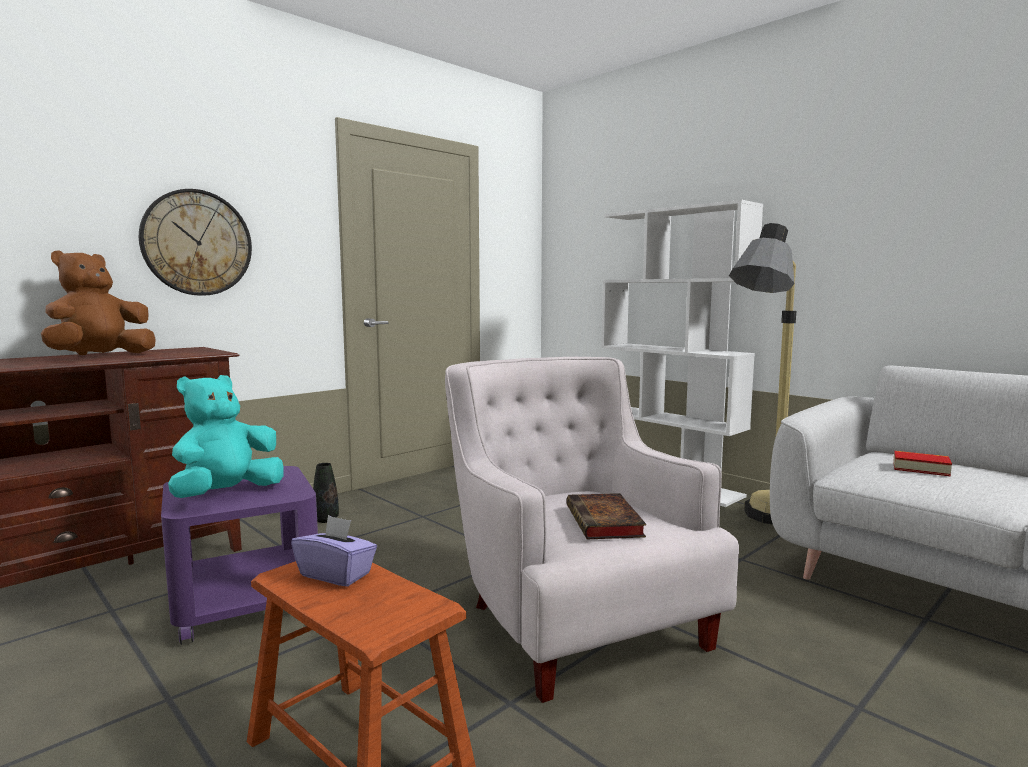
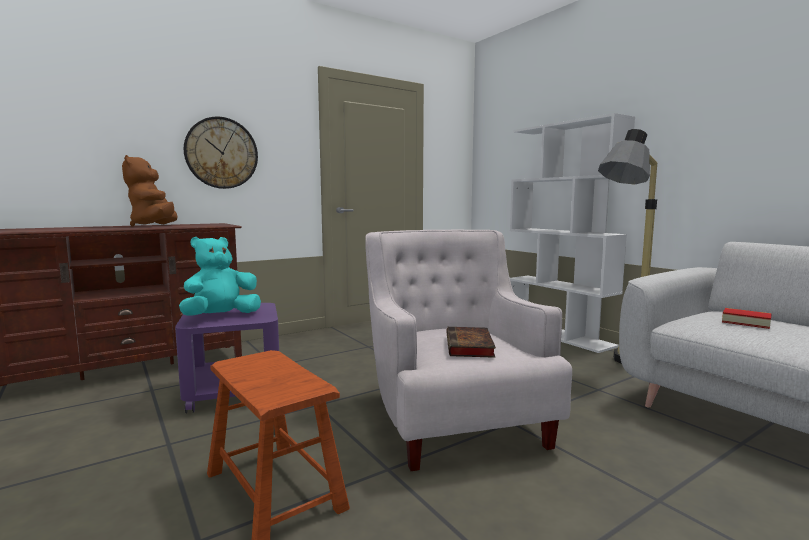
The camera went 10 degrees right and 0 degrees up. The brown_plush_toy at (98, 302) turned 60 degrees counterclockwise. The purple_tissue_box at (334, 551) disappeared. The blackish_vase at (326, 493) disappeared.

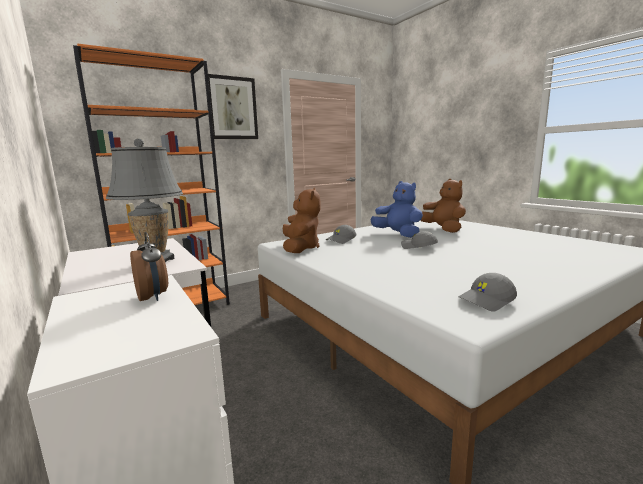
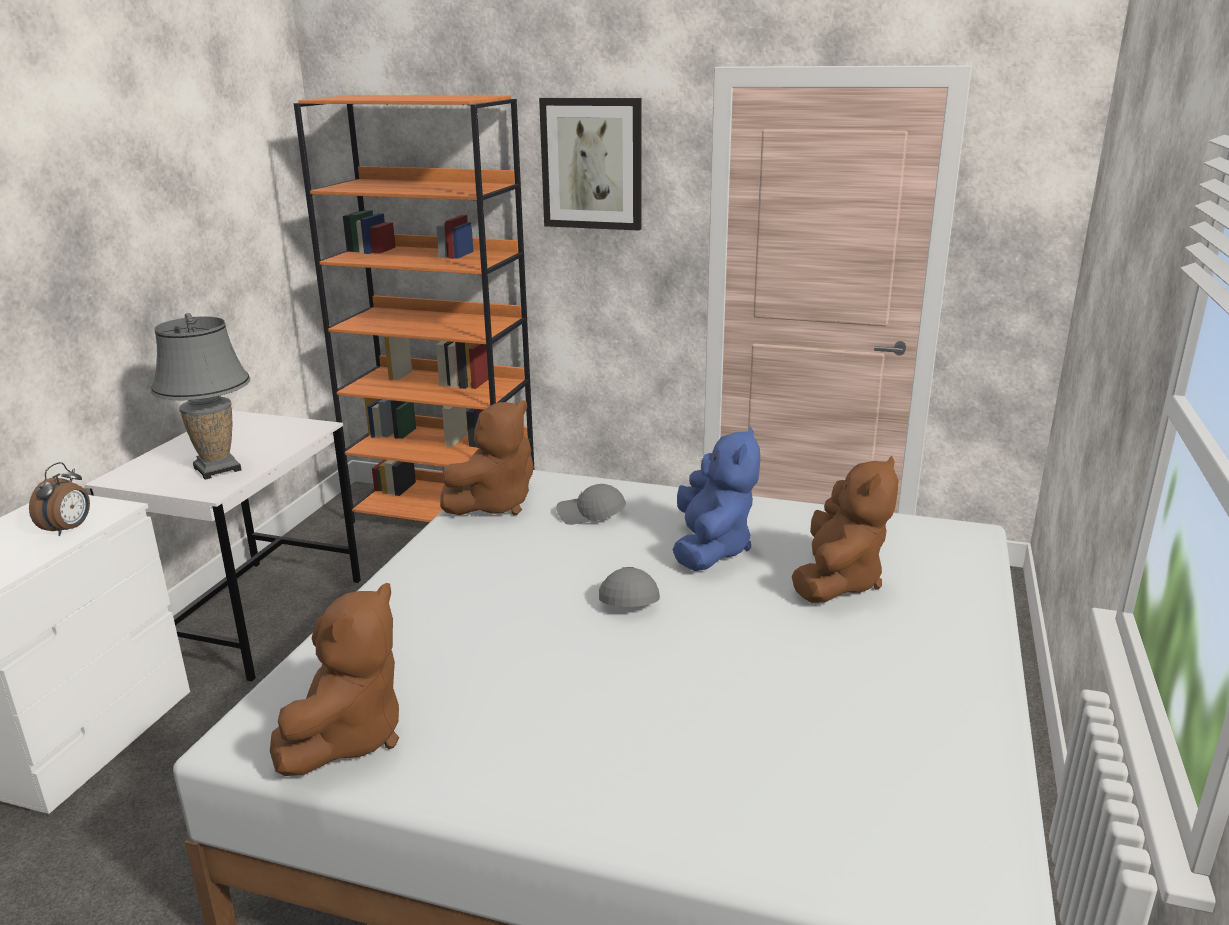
The camera went 50 degrees right and 10 degrees up. The greyish_cap at (487, 292) was replaced by the brown_plush_toy at (334, 679).

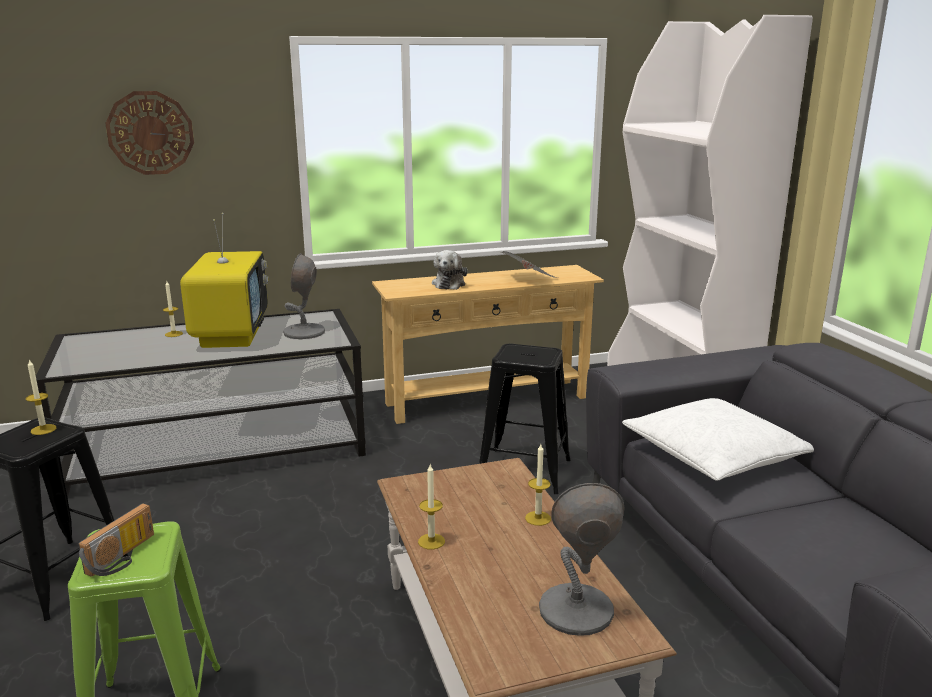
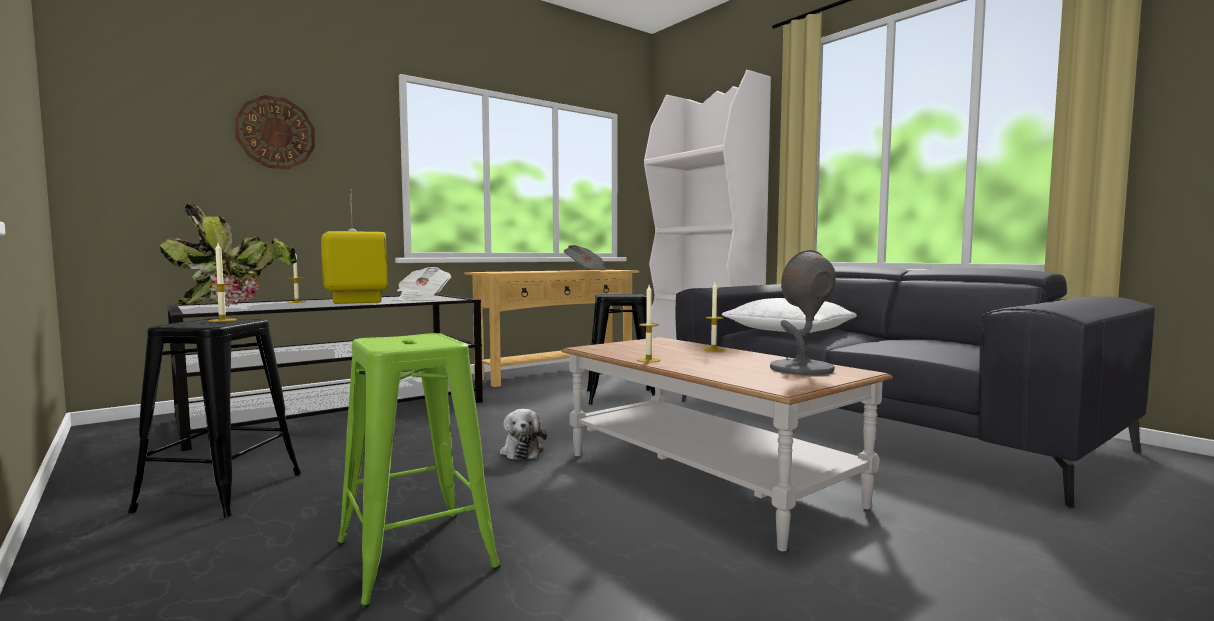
The camera went 20 degrees left and 15 degrees down. The radio_receiver at (116, 540) disappeared. The greyish_tabletop_lamp at (304, 296) was replaced by the newspaper at (424, 284). The plush_toy moved from (449, 270) to (523, 434). The plant_in_a_pot at (228, 255) appeared.

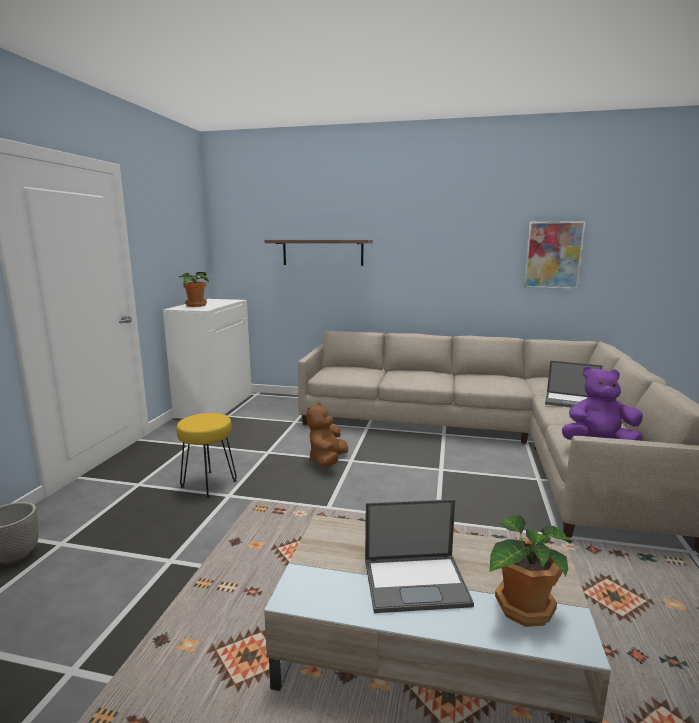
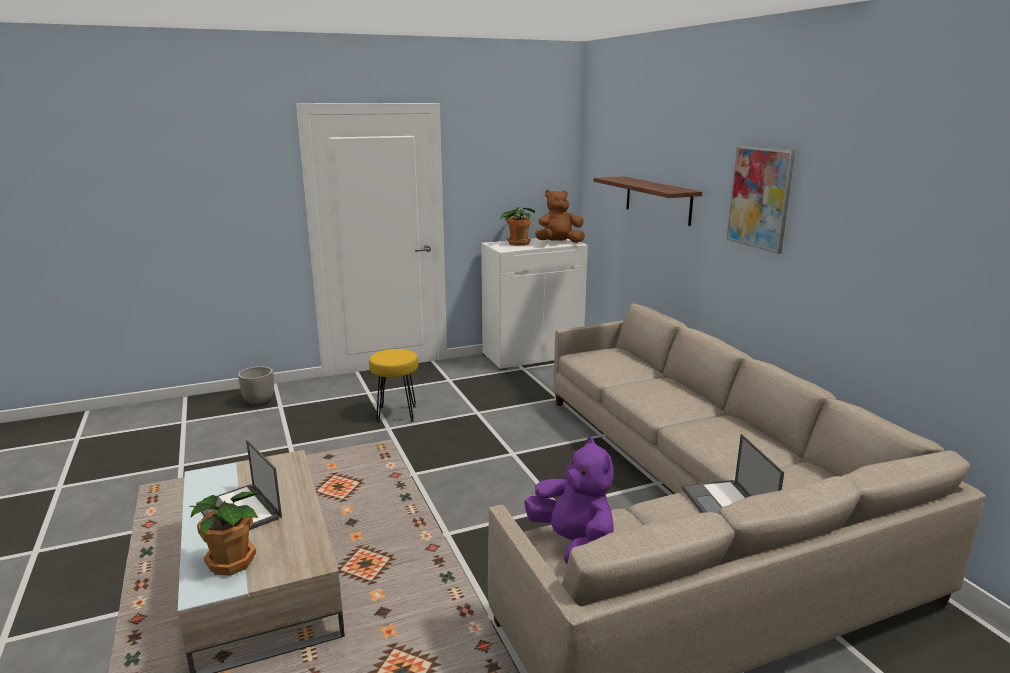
The camera went 55 degrees right and 5 degrees up. The brown_plush_toy moved from (327, 434) to (560, 216). The wall_picture moved from (554, 255) to (760, 199).

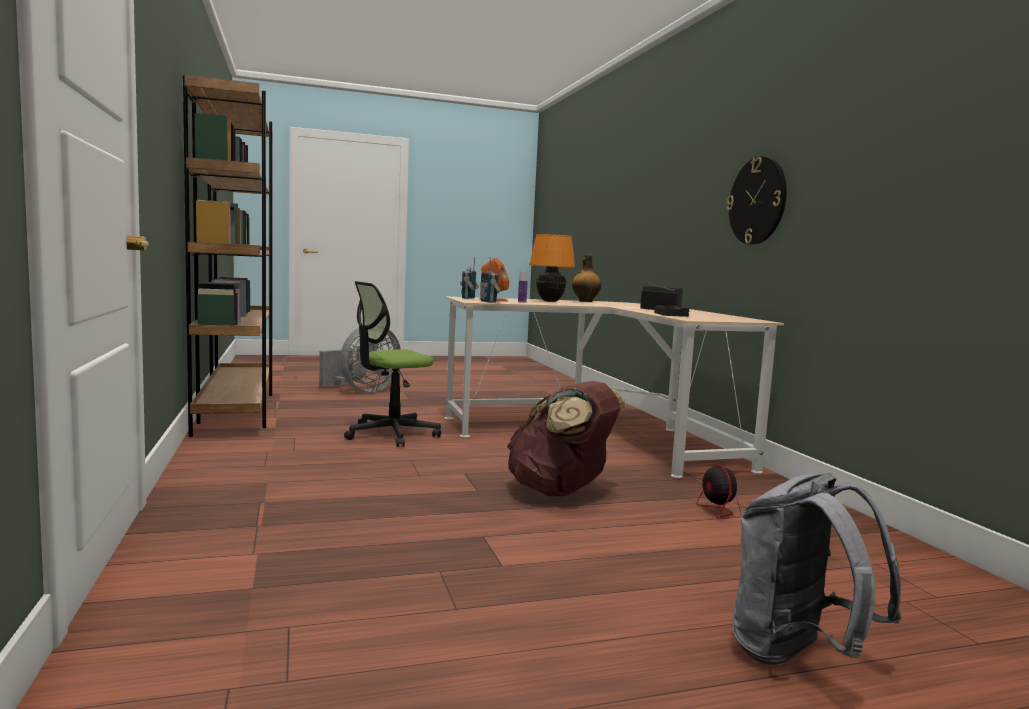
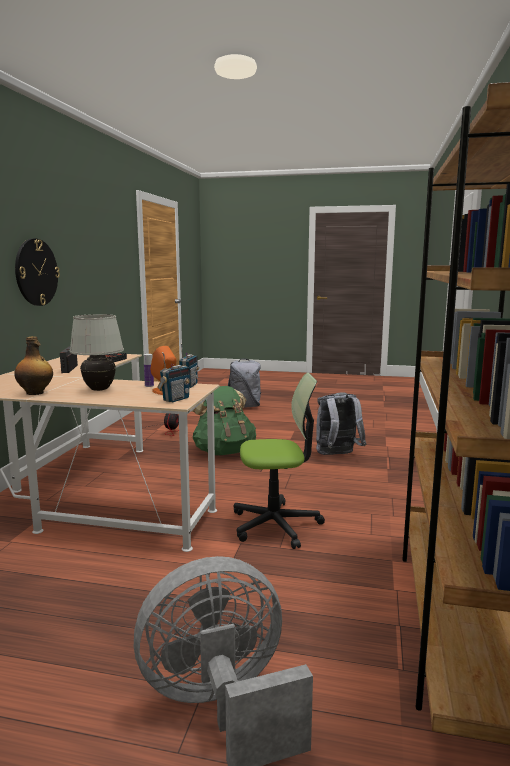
The camera went 150 degrees left and 5 degrees up. The brown_rucksack at (566, 438) became the greenish_rucksack at (224, 420). The orangey_tabletop_lamp at (552, 268) became the white-coloured_tabletop_lamp at (96, 352). The greyish_rucksack at (341, 423) appeared.

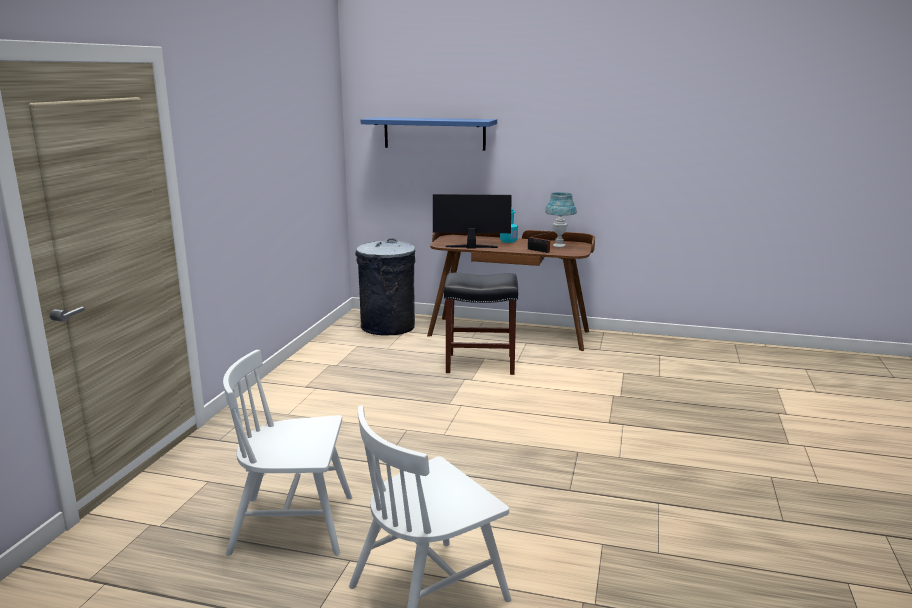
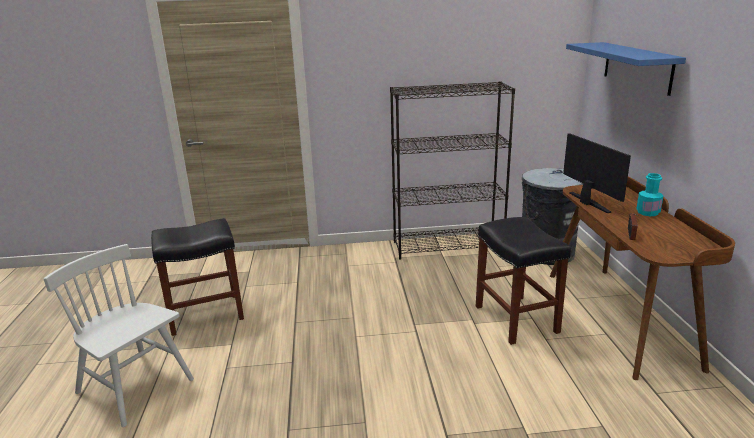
The camera went 70 degrees right and 5 degrees up. The white-coloured_plain_chair at (287, 453) was replaced by the blackish_stool_seat at (197, 277). The blue-coloured_tabletop_lamp at (561, 219) disappeared. The blackish_shelving_unit at (452, 170) appeared.

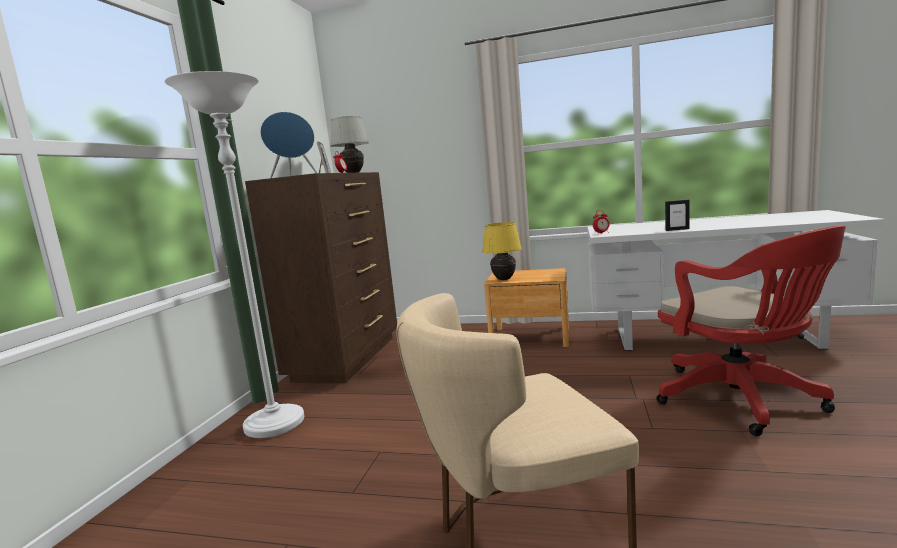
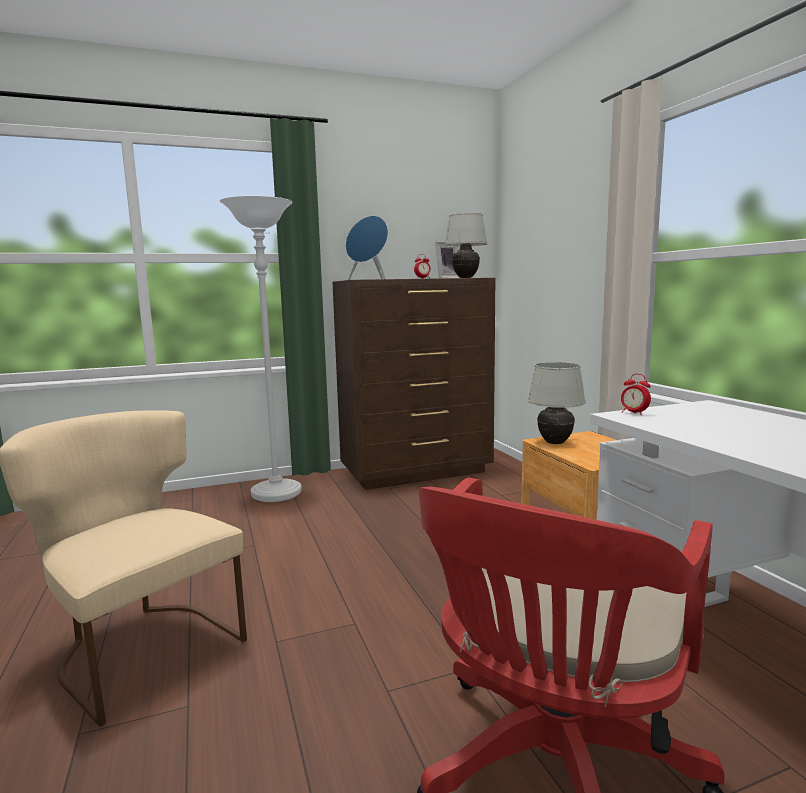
The camera went 55 degrees right and 0 degrees up. The yellowish_tabletop_lamp at (502, 251) became the white-coloured_tabletop_lamp at (557, 403). The picture_frame at (677, 215) disappeared.

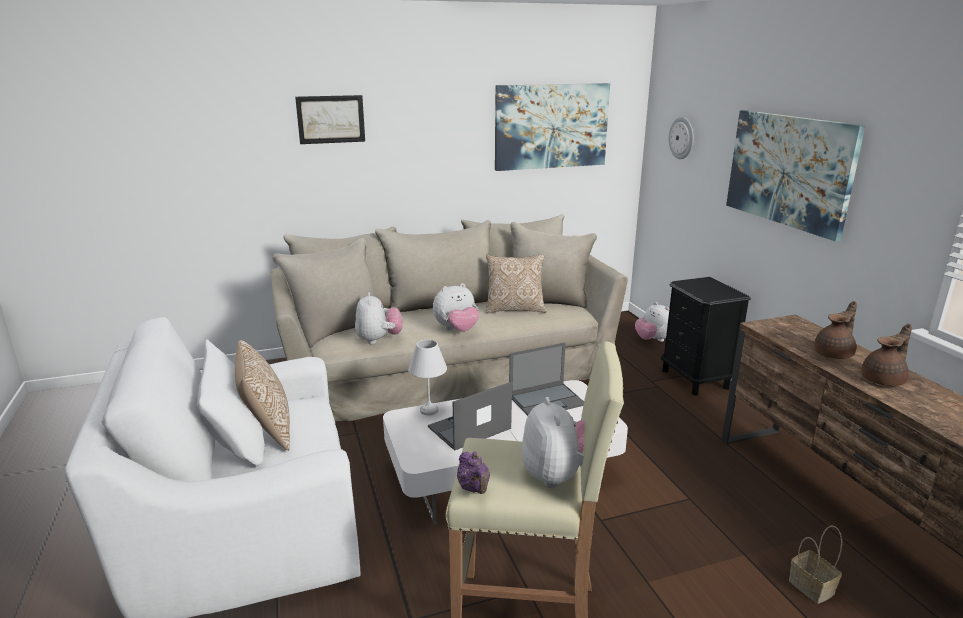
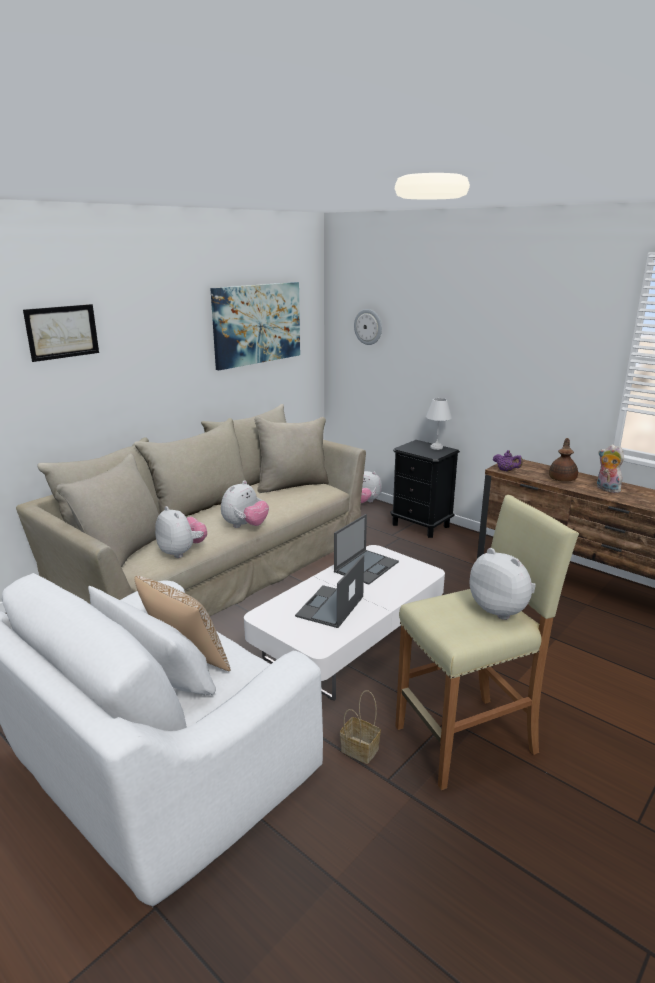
The camera went 30 degrees left and 0 degrees up. The white-coloured_tabletop_lamp moved from (427, 377) to (439, 424). The purple_teapot moved from (473, 473) to (508, 461). The throw_pillow at (516, 284) disappeared. The wall_picture at (795, 176) disappeared. The storage_basket moved from (815, 564) to (360, 727). The brown_teapot at (886, 355) was replaced by the plush_toy at (610, 468).

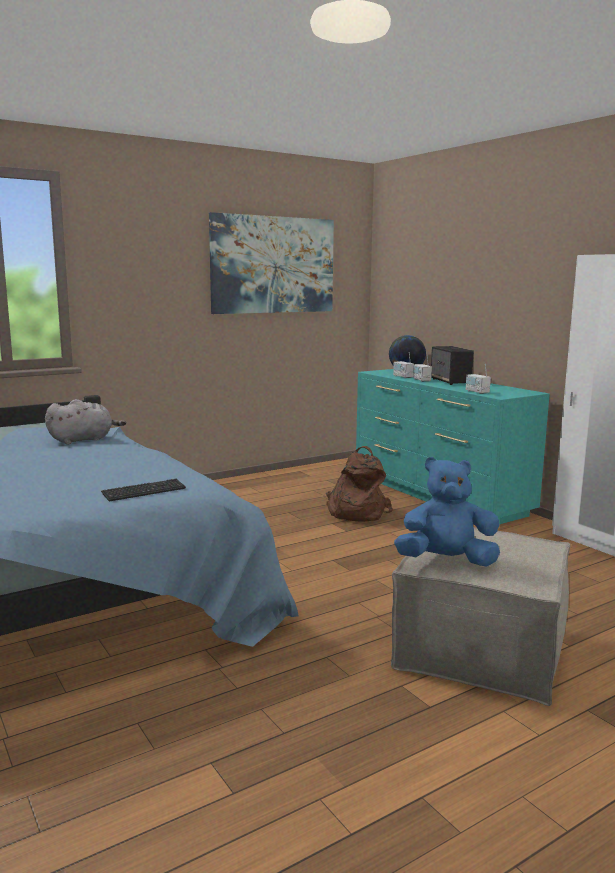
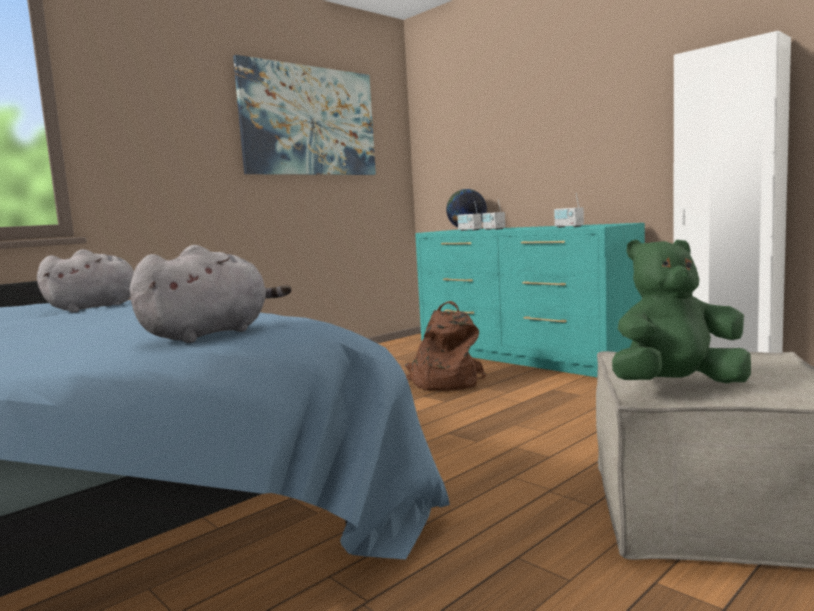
The camera went 10 degrees left and 5 degrees down. The PC_keyboard at (143, 489) was replaced by the greyish_plush_toy at (210, 294). The blue-coloured_plush_toy at (447, 511) became the greenish_plush_toy at (681, 311). The loudspeaker at (452, 365) disappeared.

